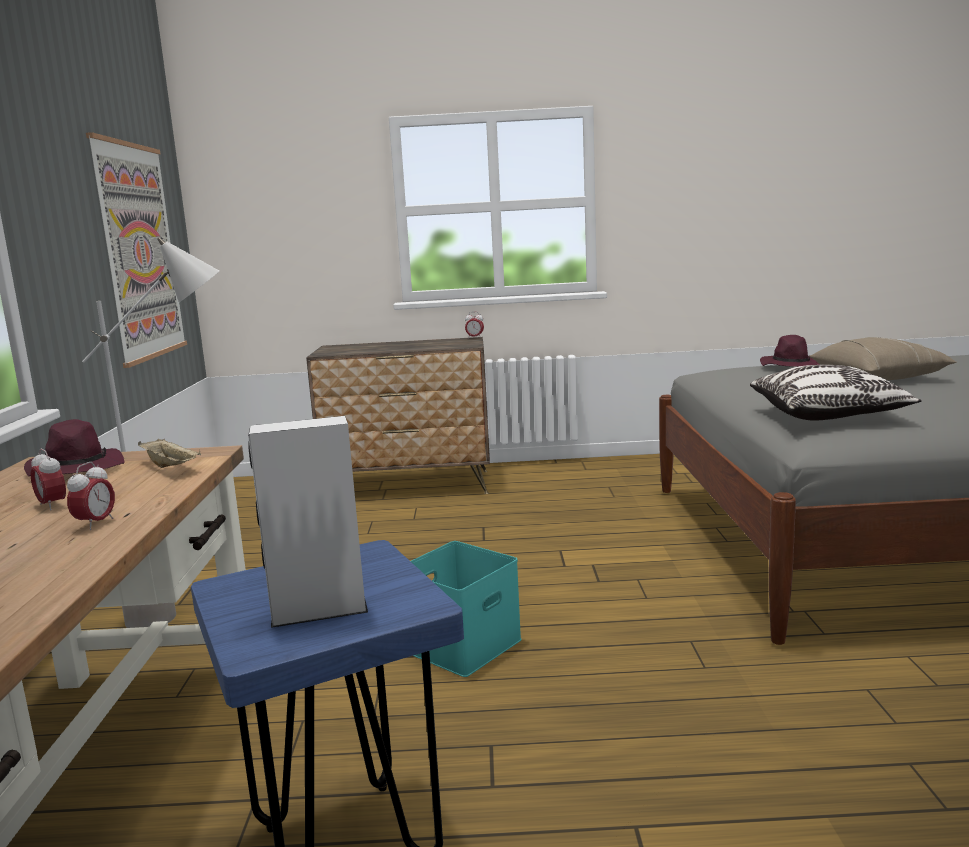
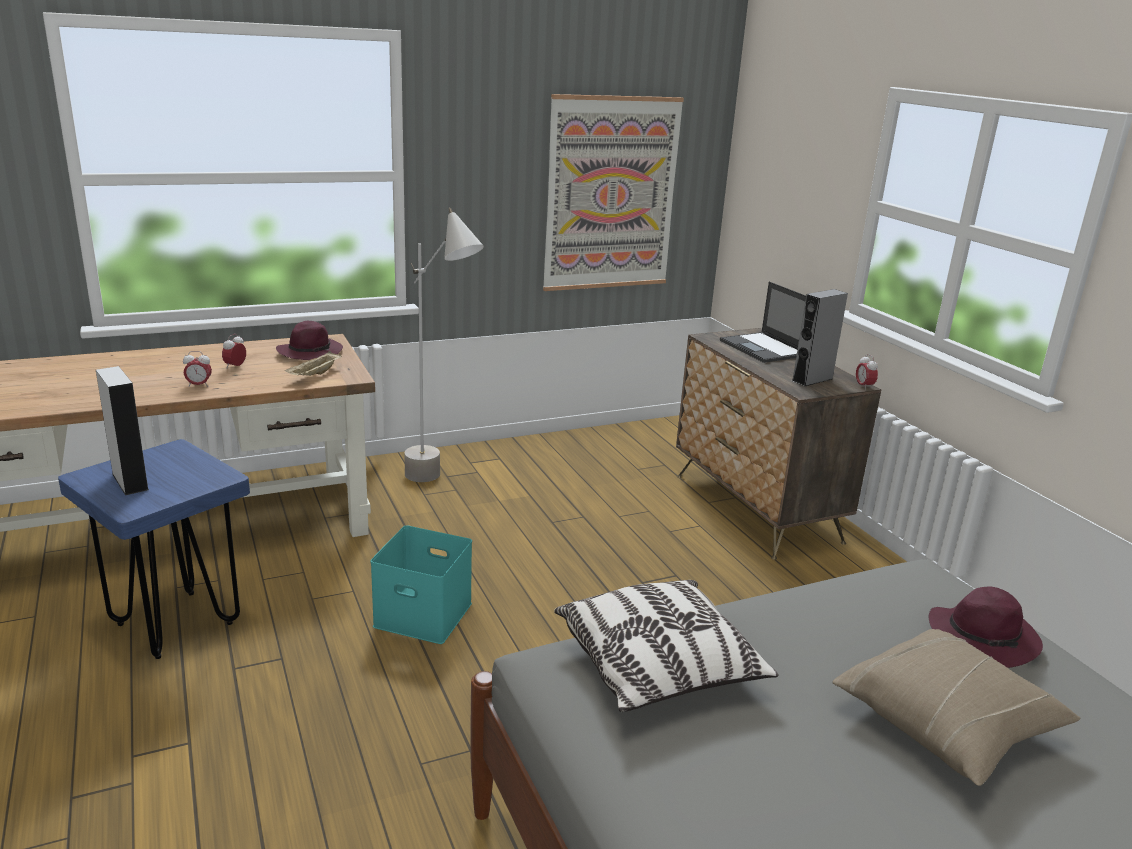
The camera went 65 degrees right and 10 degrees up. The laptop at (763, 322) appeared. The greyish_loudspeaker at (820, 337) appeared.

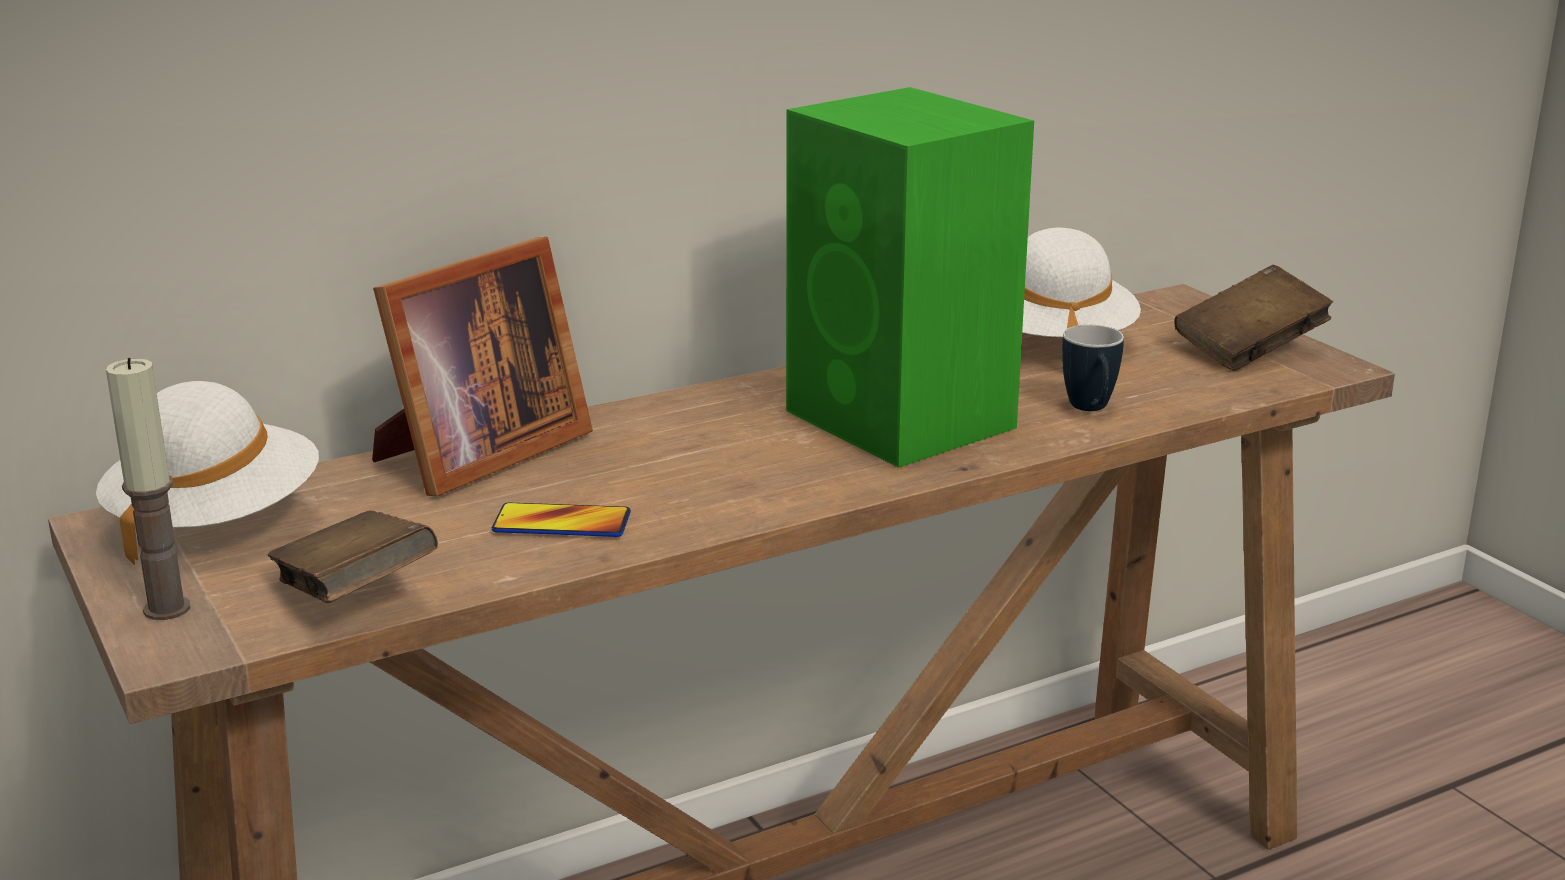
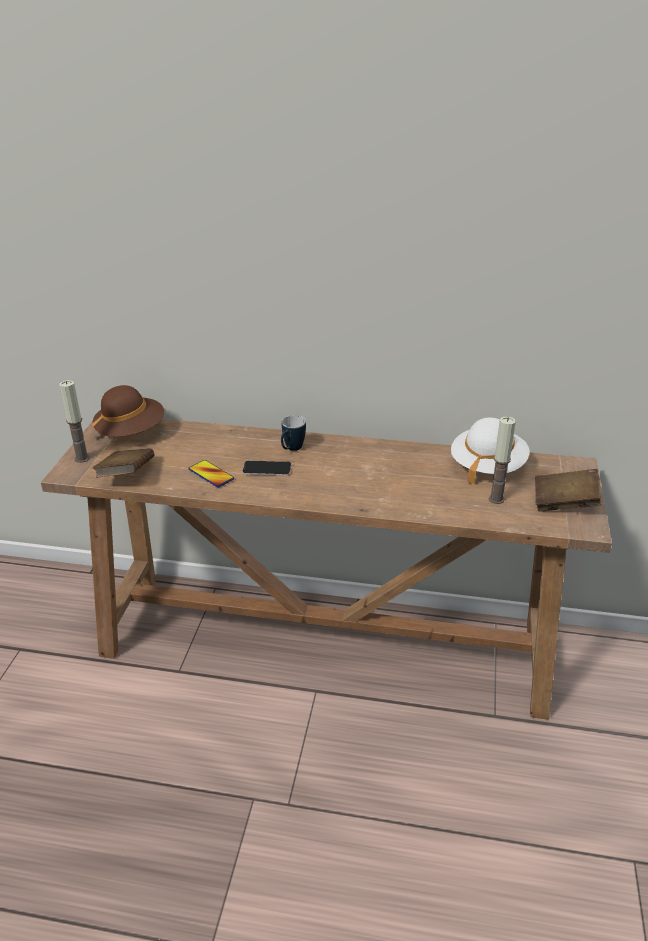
The camera went 40 degrees right and 10 degrees up. The white-coloured_clothing_hat at (207, 473) became the brown_clothing_hat at (128, 412). The picture_frame at (482, 366) disappeared. The greenish_loudspeaker at (910, 277) disappeared. The tea_mug moved from (1093, 368) to (293, 433). The phone at (267, 468) appeared. The wax_candle at (502, 460) appeared.

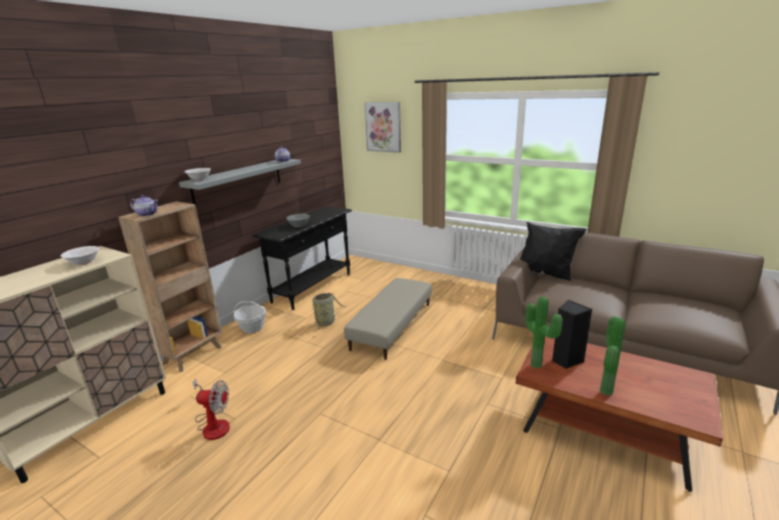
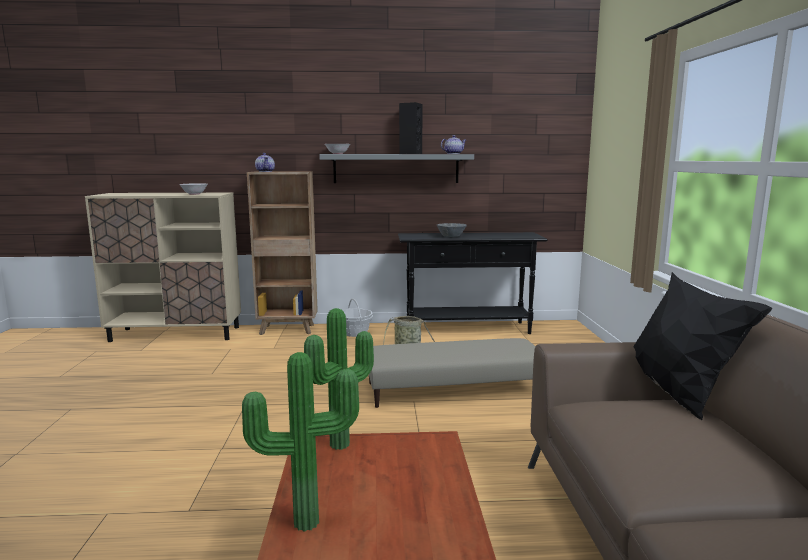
The camera went 55 degrees right and 10 degrees down. The cooling_fan at (211, 409) disappeared. The wall_picture at (382, 127) disappeared. The blackish_loudspeaker moved from (572, 334) to (411, 128).

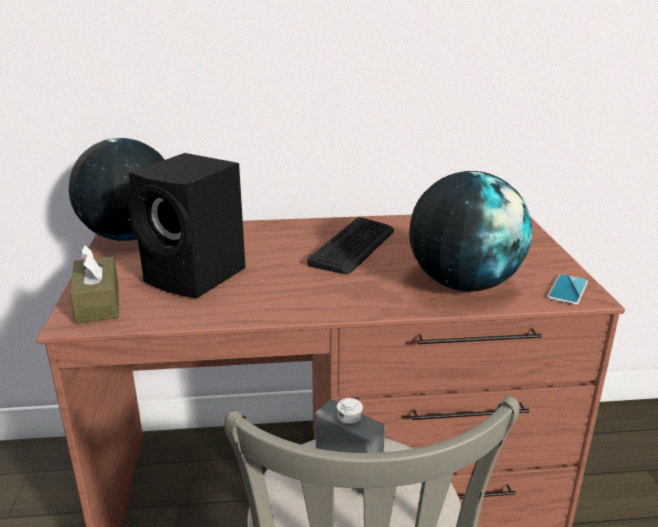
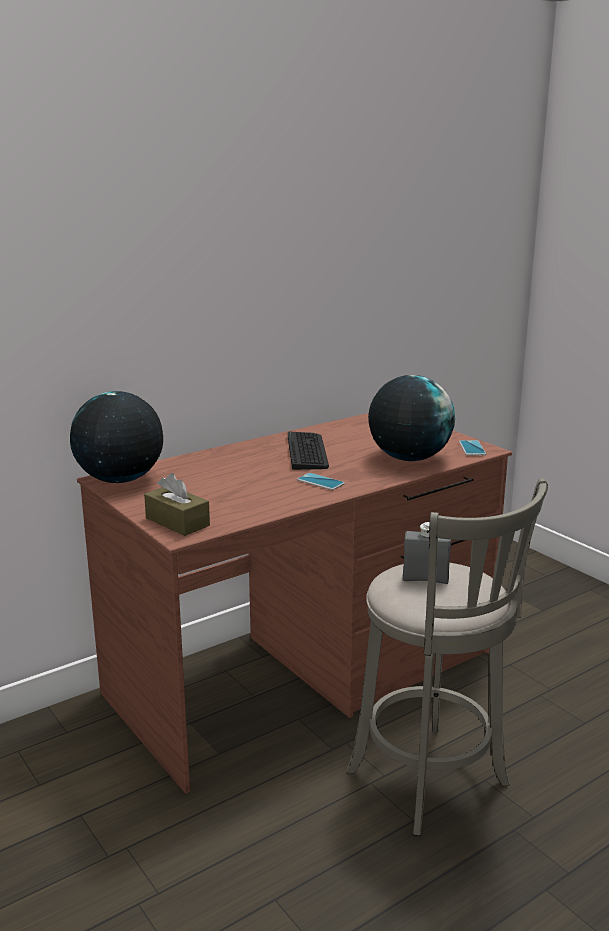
The camera went 30 degrees left and 5 degrees down. The blackish_loudspeaker at (187, 225) disappeared. The phone at (321, 481) appeared.

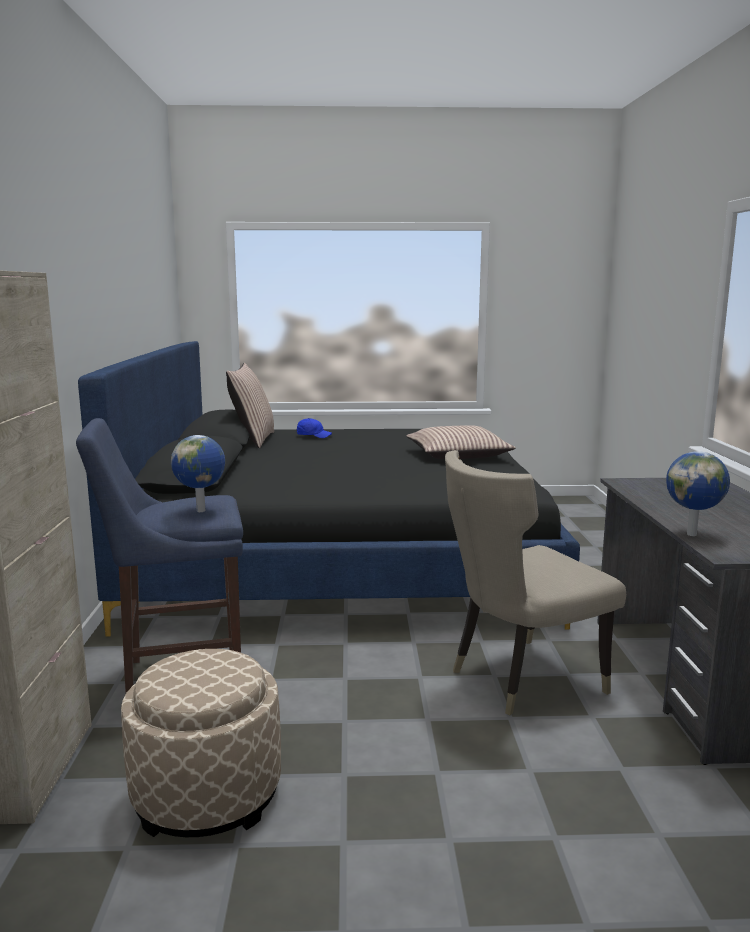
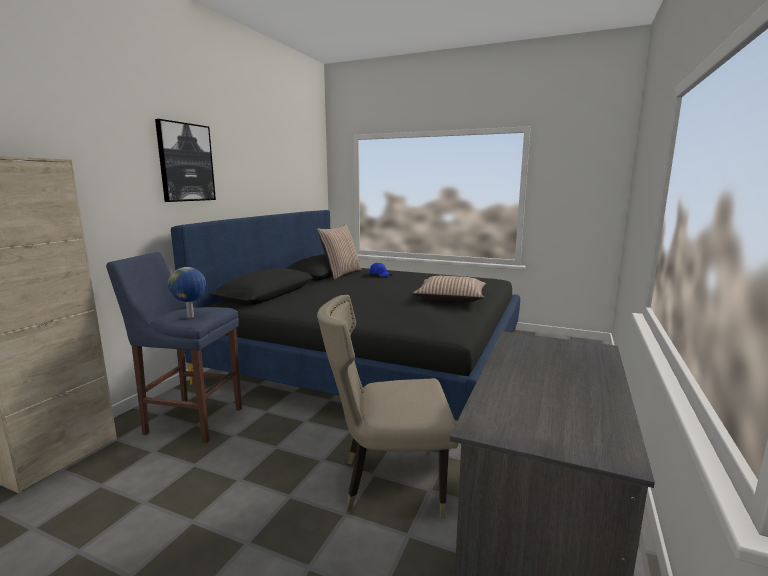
The camera went 25 degrees right and 0 degrees up. The beige-coloured_pouffe at (201, 743) disappeared. The globe at (698, 493) disappeared. The wall_picture at (185, 160) appeared.

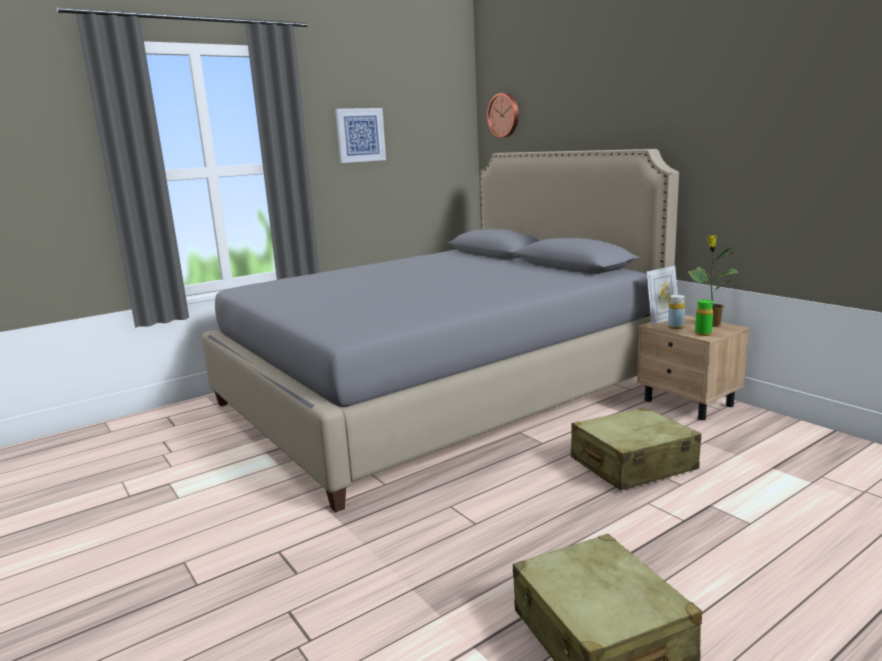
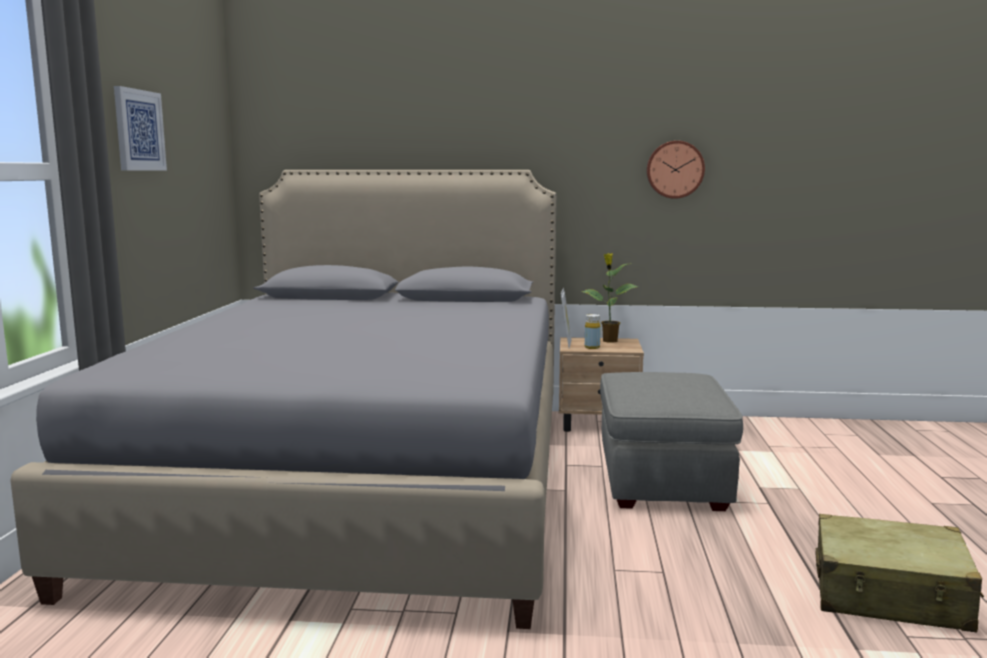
The camera went 50 degrees left and 5 degrees down. The hanging_clock moved from (503, 115) to (676, 170). The beige-coloured_piece_of_luggage at (636, 448) was replaced by the greyish_pouffe at (671, 441). The greenish_bottle at (704, 318) disappeared.

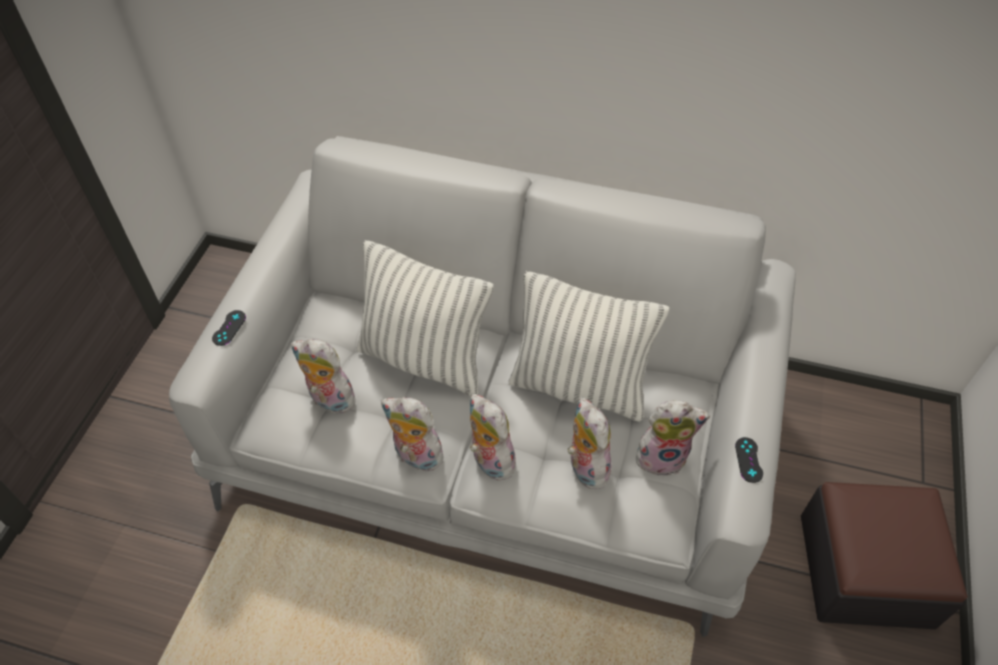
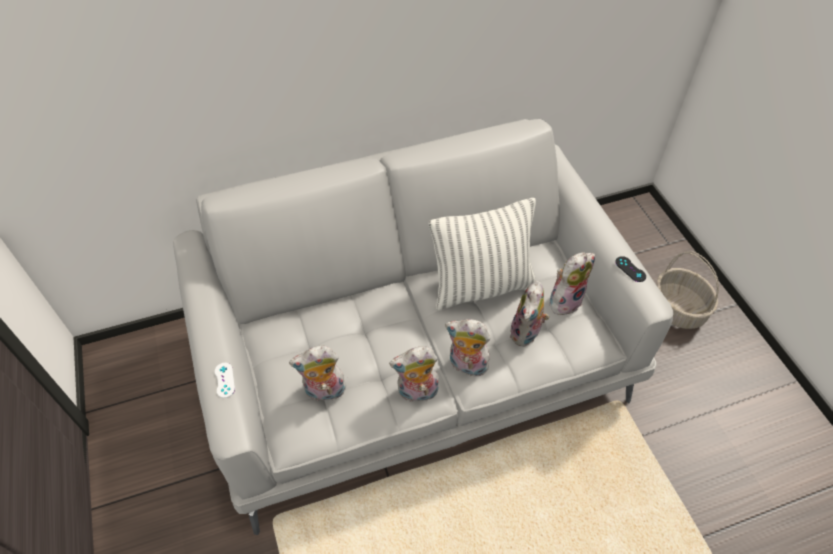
The camera went 35 degrees left and 0 degrees up. The blackish_joypad at (229, 328) became the white-coloured_joypad at (225, 380). The throw_pillow at (424, 318) disappeared. The plush_toy at (589, 443) turned 105 degrees counterclockwise. The pouffe at (884, 555) was replaced by the storage_basket at (687, 290).

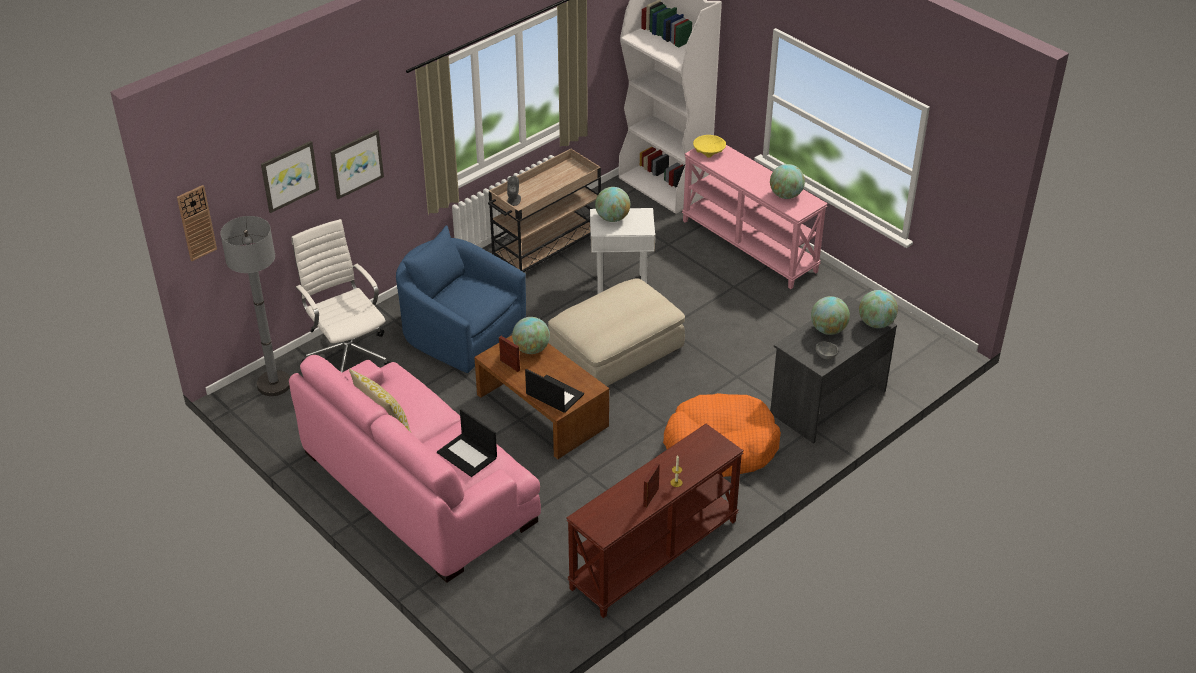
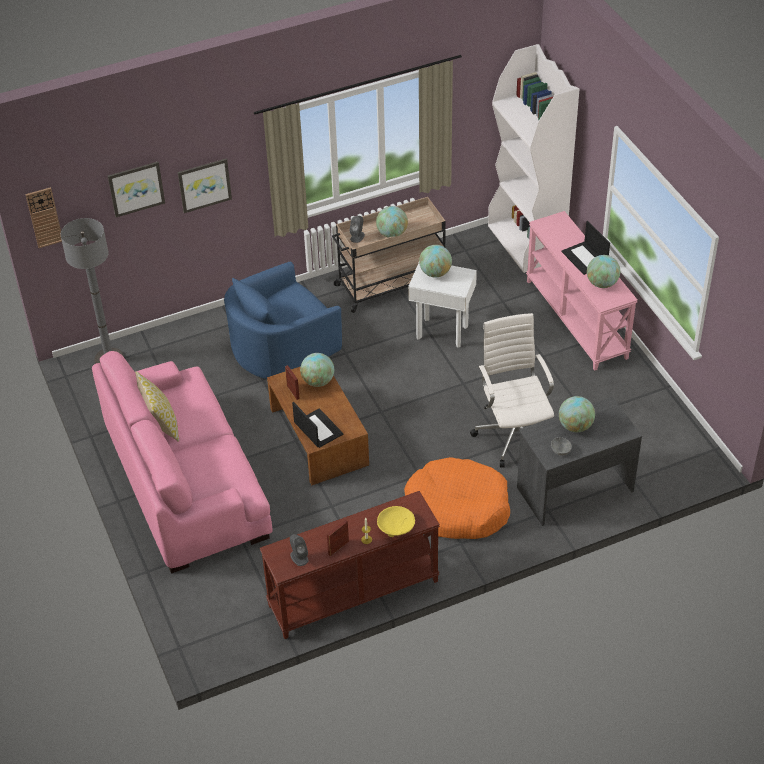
The camera went 20 degrees right and 5 degrees up. The white-coloured_computer_chair moved from (341, 296) to (512, 390). The blue-coloured_easy_chair at (461, 299) turned 90 degrees counterclockwise. The laptop moved from (467, 443) to (586, 248). The beige-coloured_pouffe at (616, 332) disappeared. The yellowish_serving_bowl moved from (709, 146) to (396, 521). The globe moved from (878, 309) to (392, 222). The greyish_loudspeaker at (299, 550) appeared.

